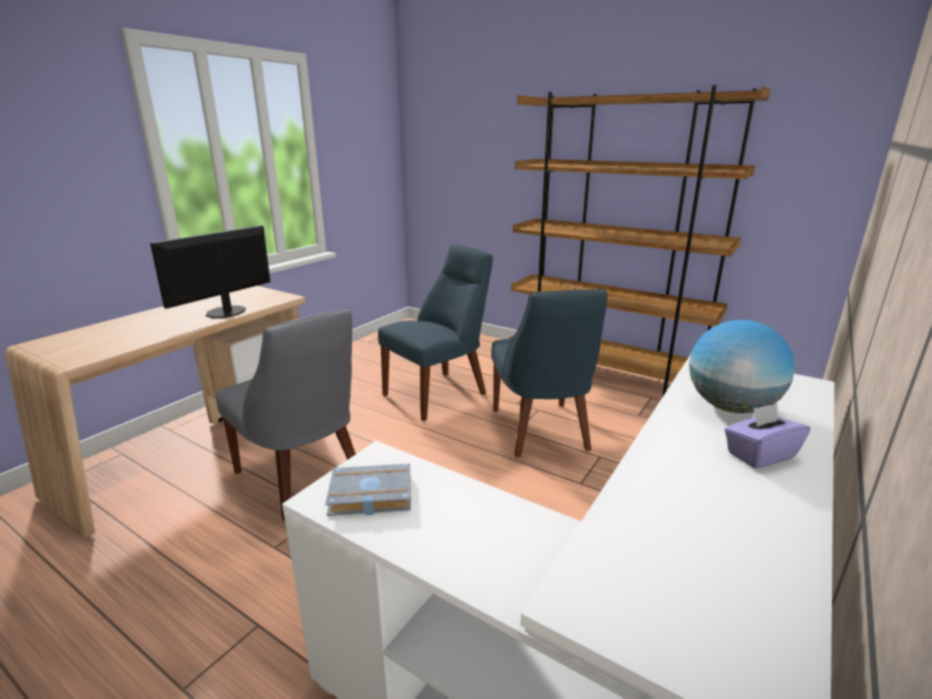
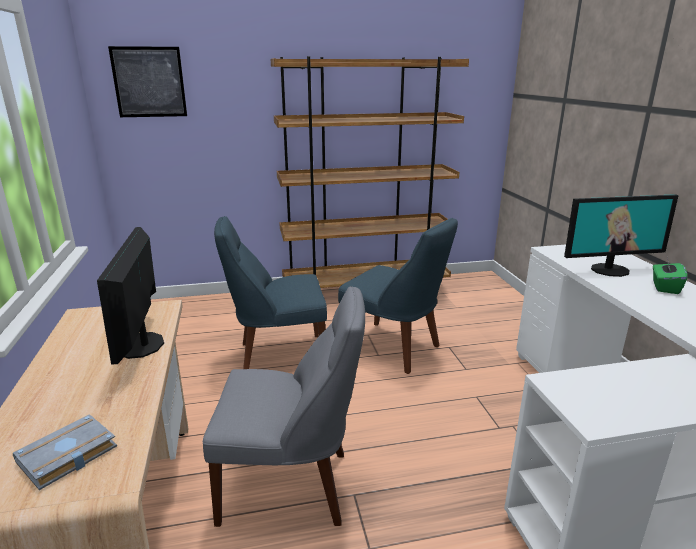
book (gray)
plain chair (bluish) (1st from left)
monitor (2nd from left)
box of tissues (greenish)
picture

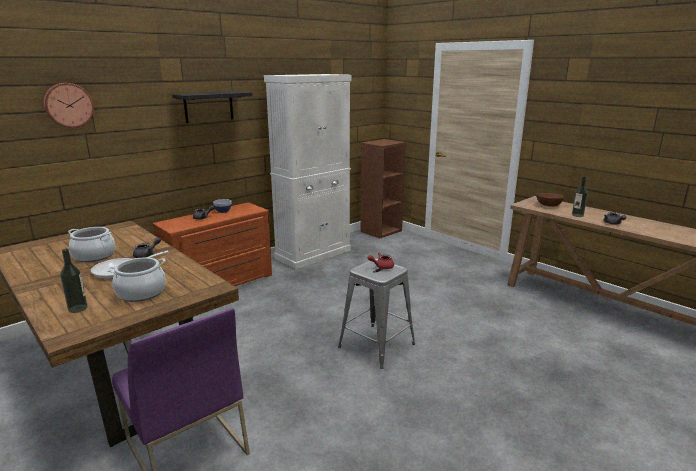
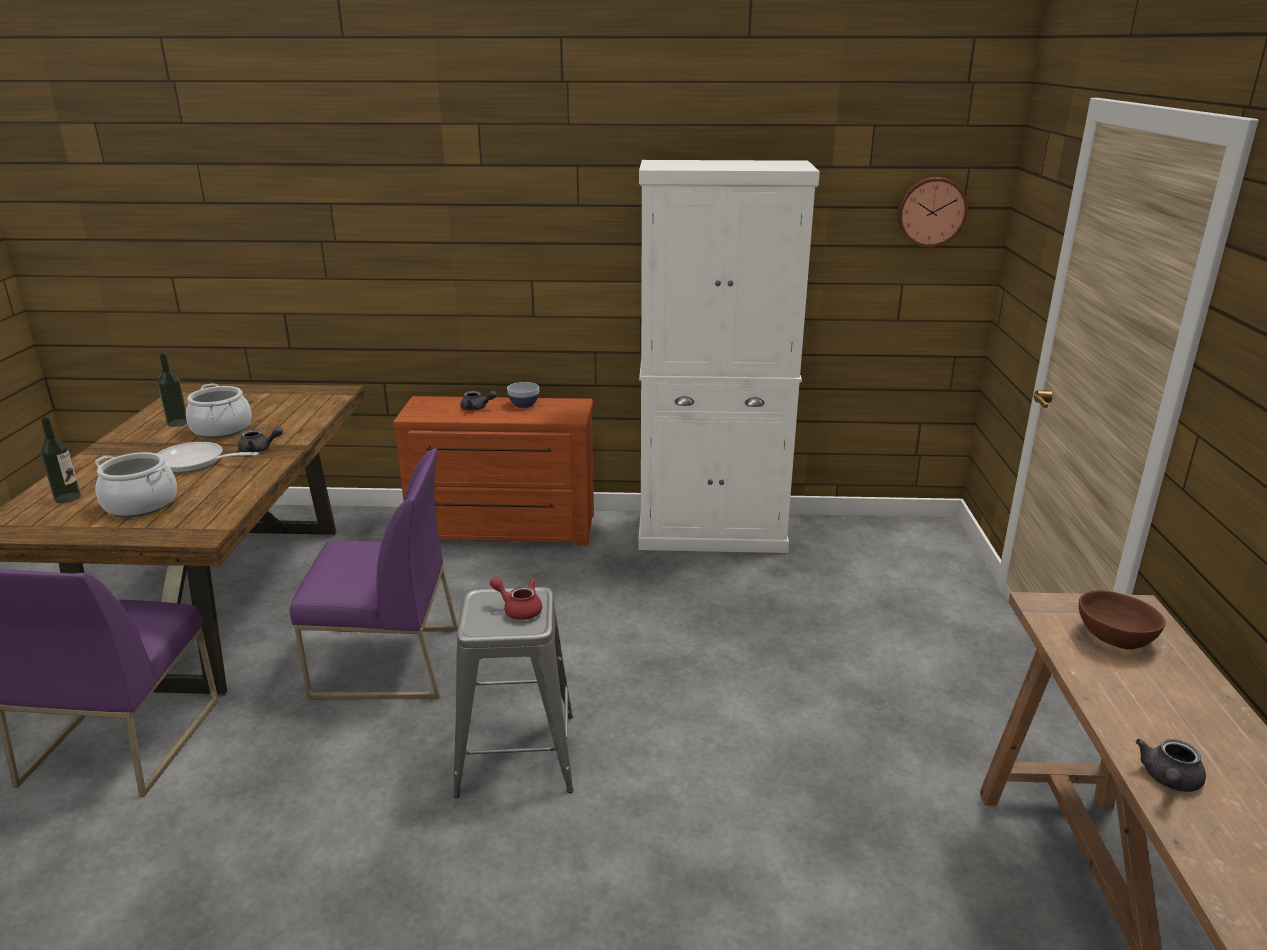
wall clock
bracket shelf (black-coloured)
shelving unit (brown)
drink bottle (2nd from left)
plain chair (purple-coloured) (2nd from left)

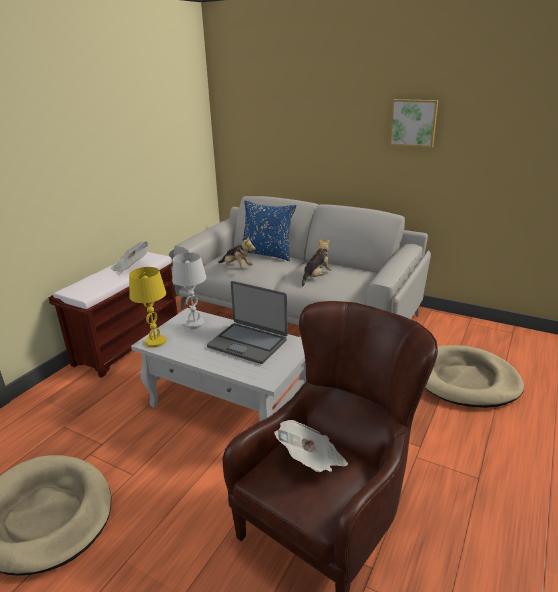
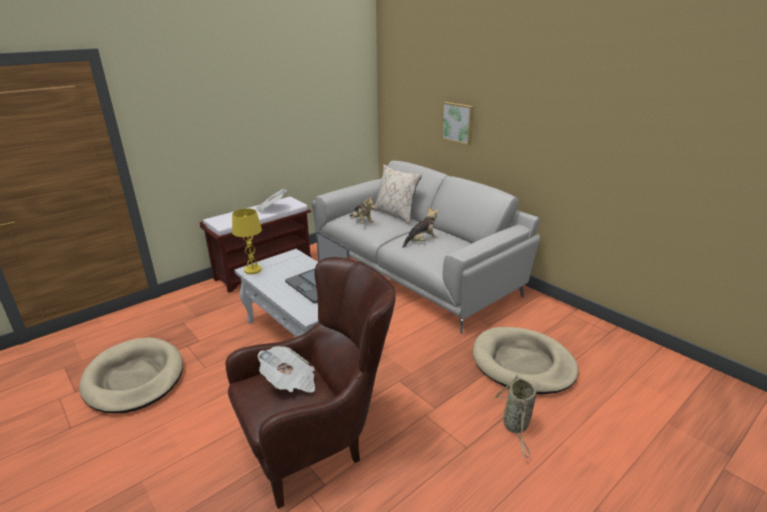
lamp for a table (white-coloured)
cushion (beige-coloured)
picture
basket

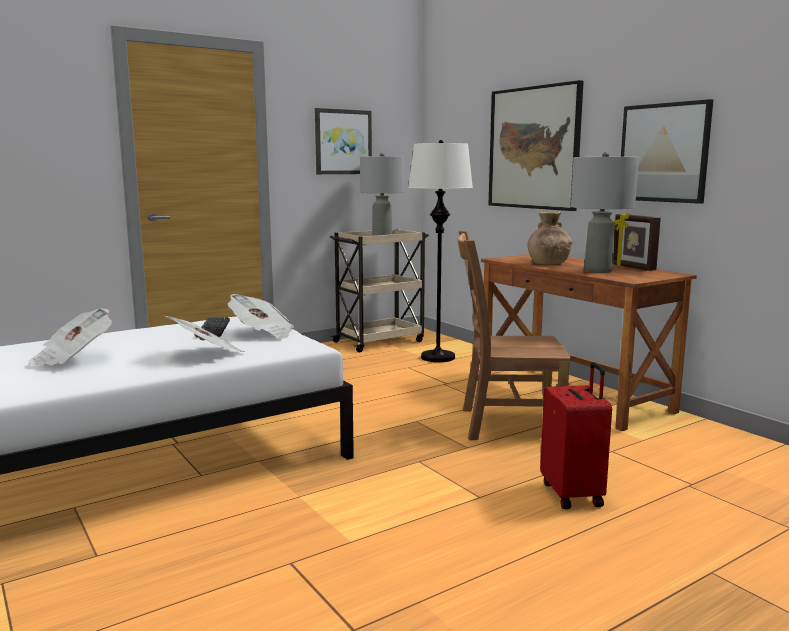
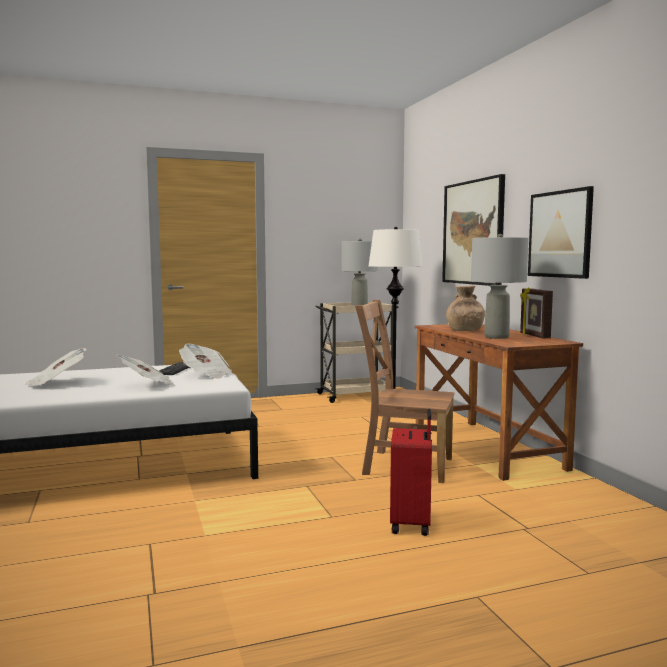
picture (1st from left in the first image)

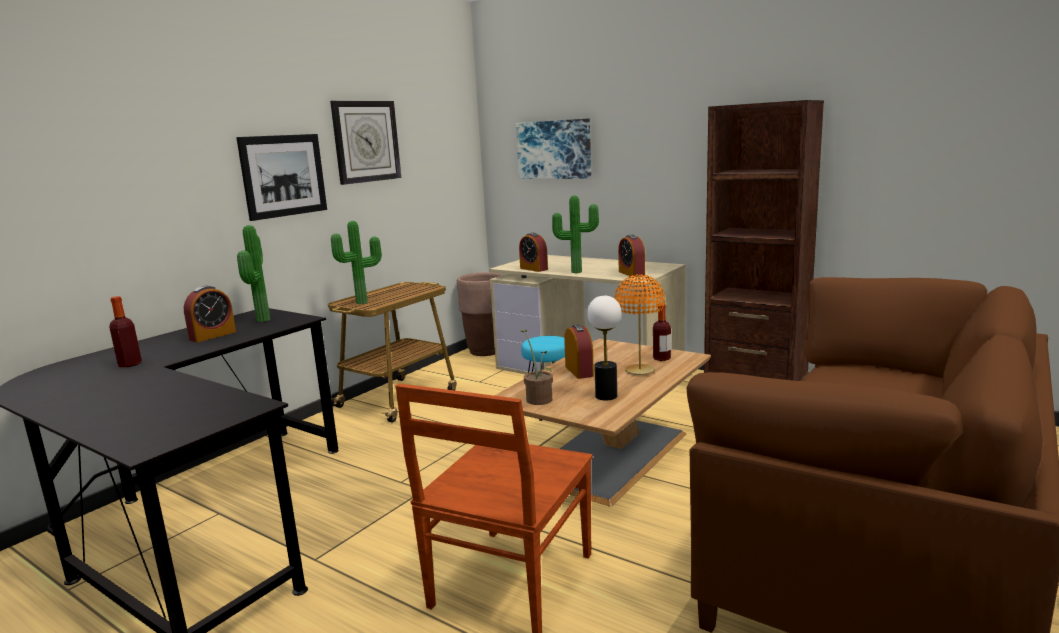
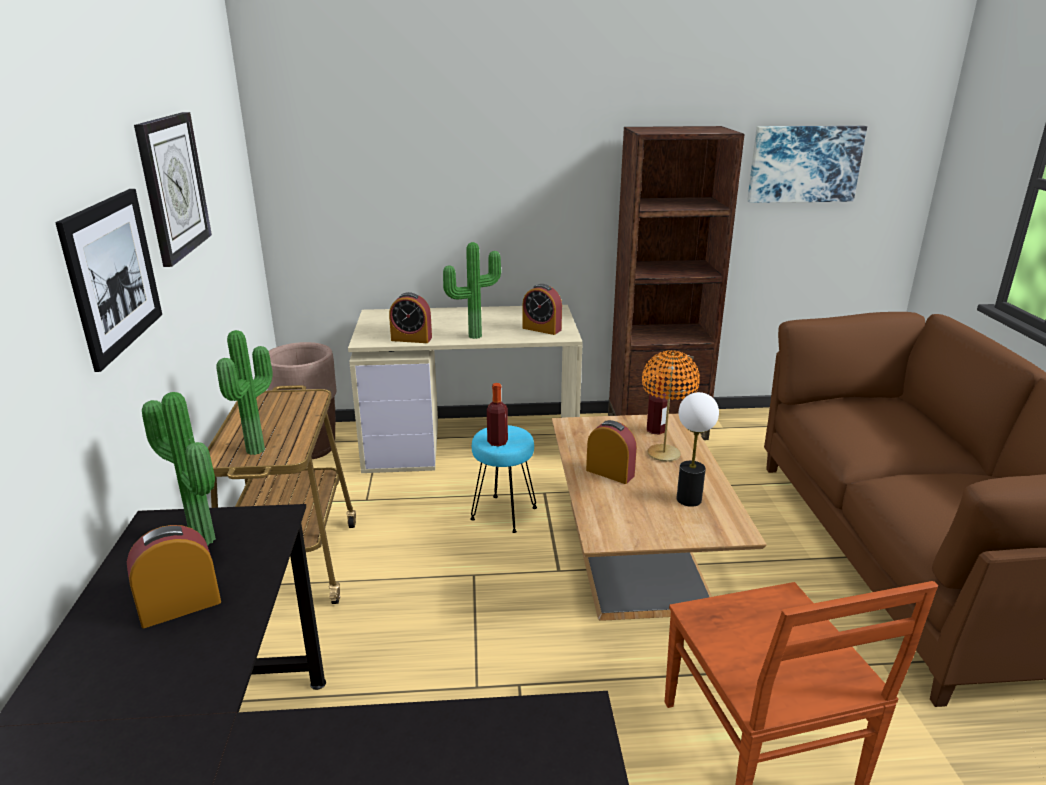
drink bottle (1st from left)
table clock (1st from left)
picture (2nd from left)
houseplant (3rd from left in the first image)

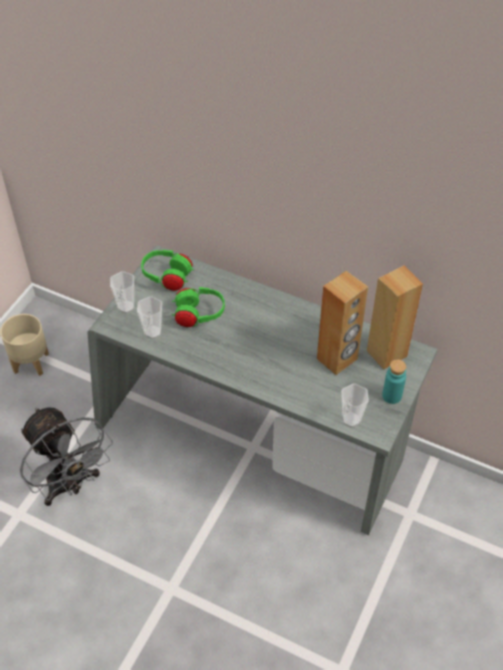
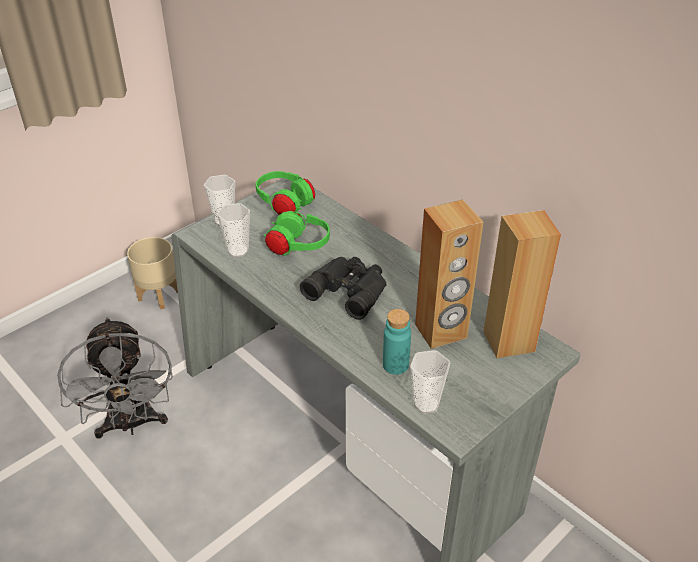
drink bottle (turquoise-coloured)
pair of binoculars (black-coloured)

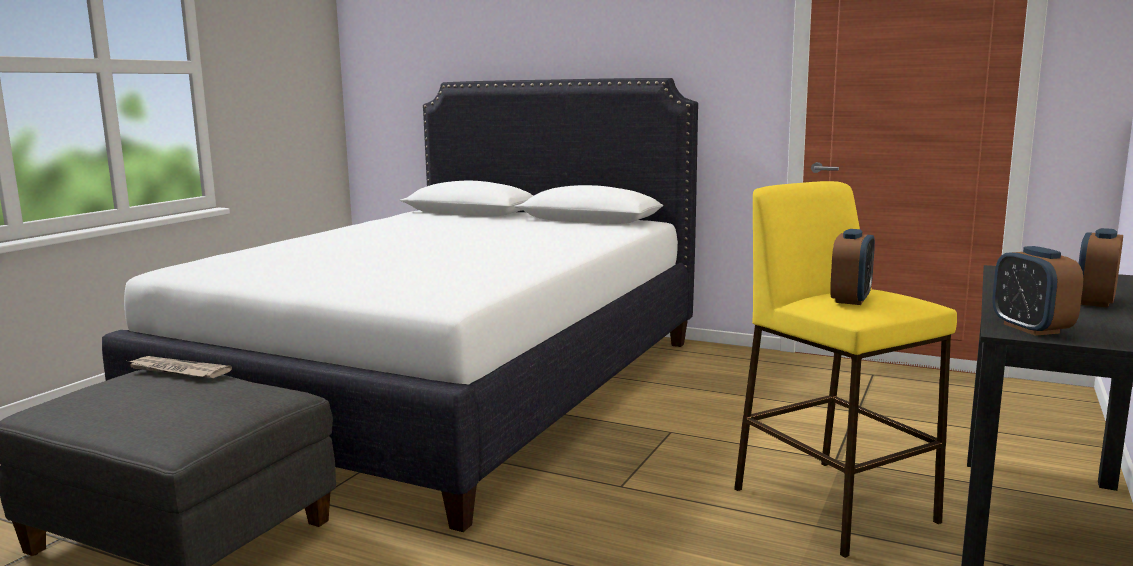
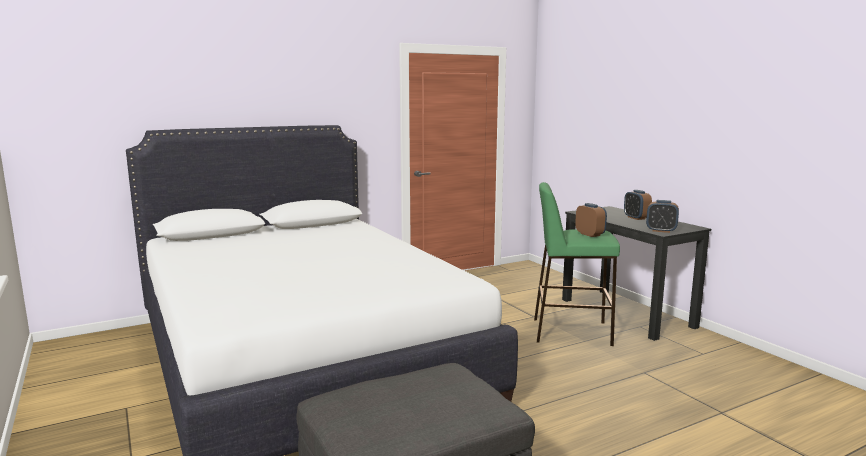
printed paper
stool seat (greenish)

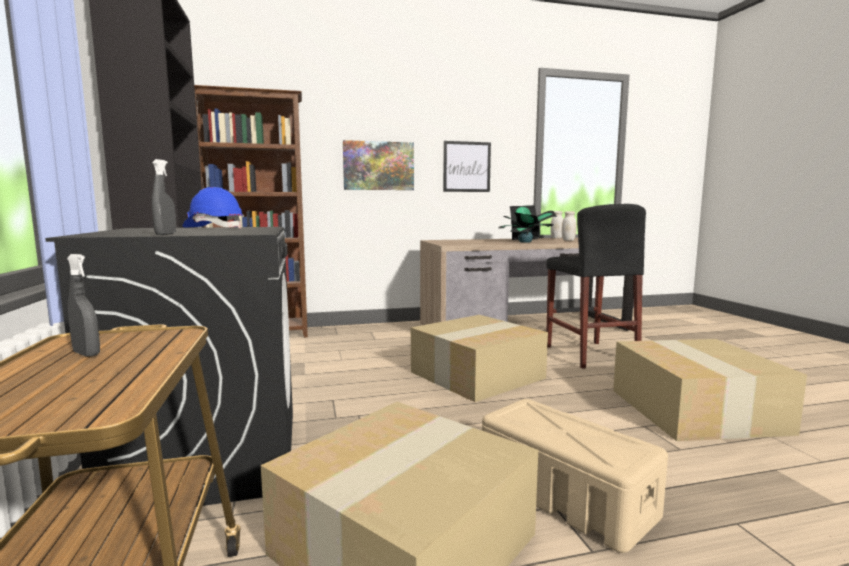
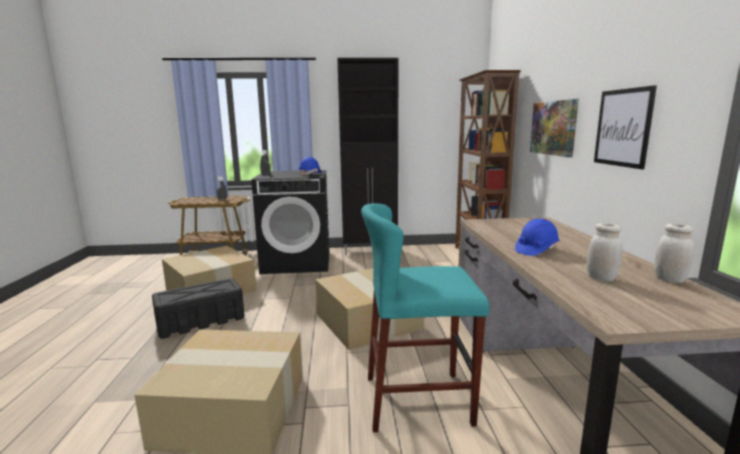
storage container (black-coloured)
work helmet (bluish) (2nd from left)
stool seat (turquoise-coloured)

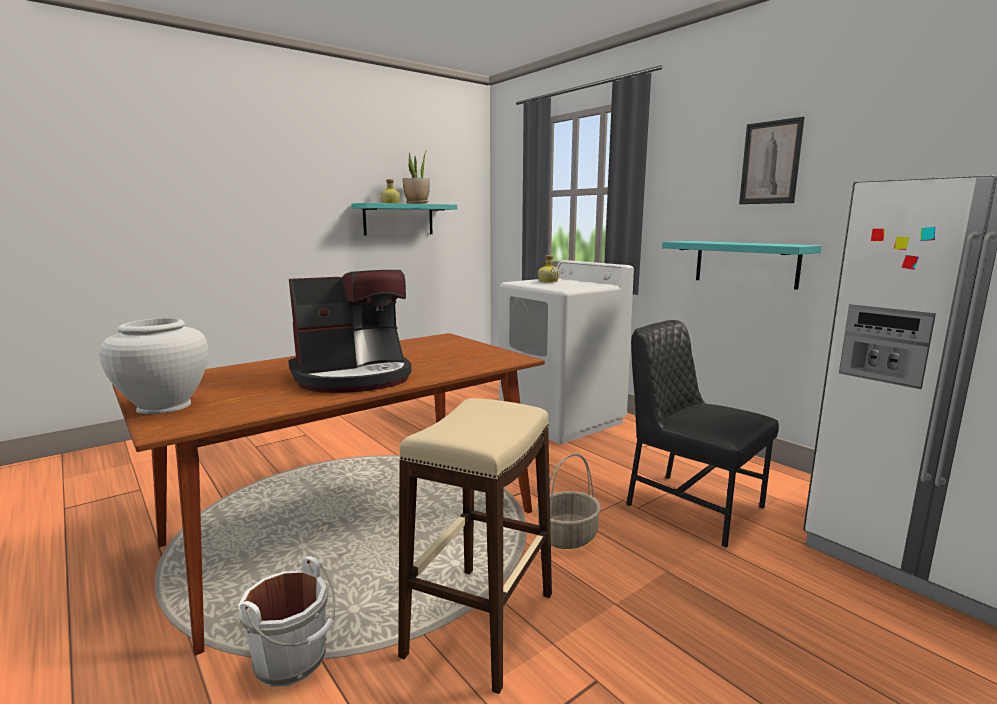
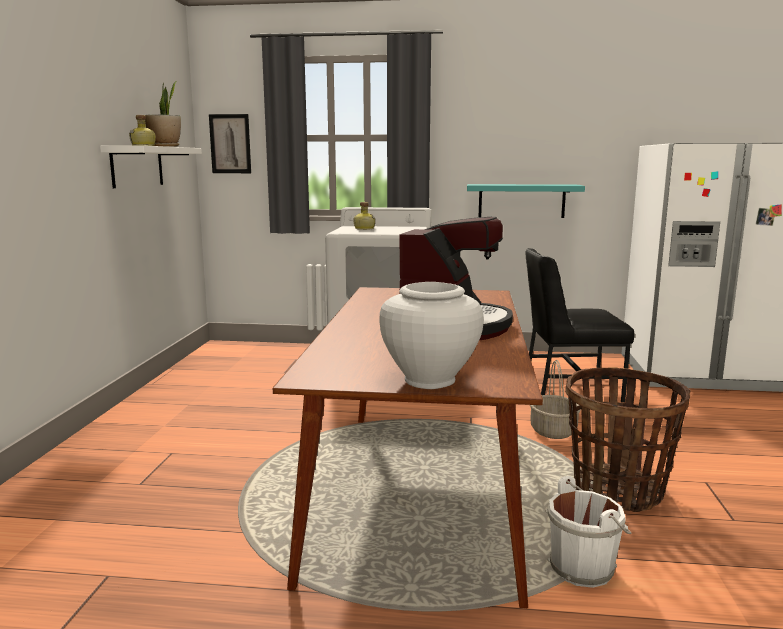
bracket shelf (white-coloured)
basket (2nd from left)
picture

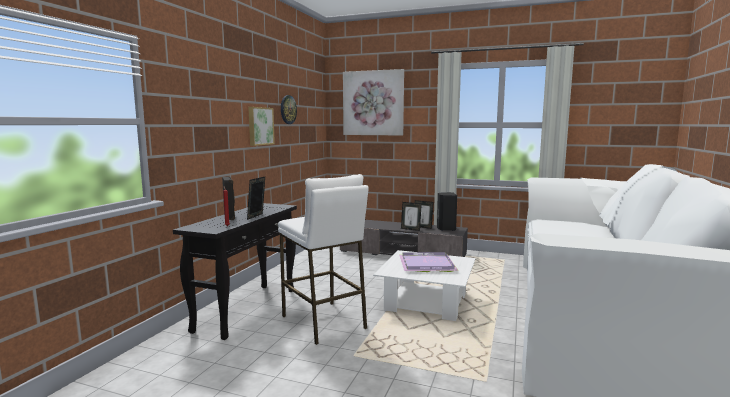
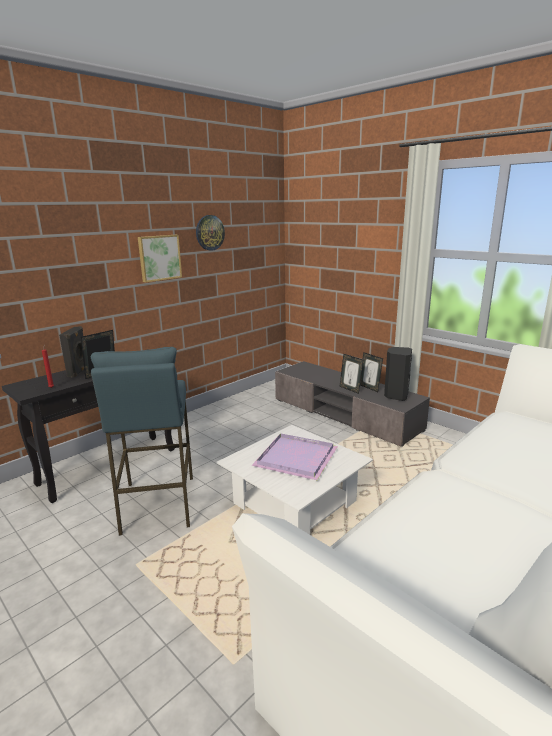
stool seat (bluish)
picture (2nd from left in the first image)

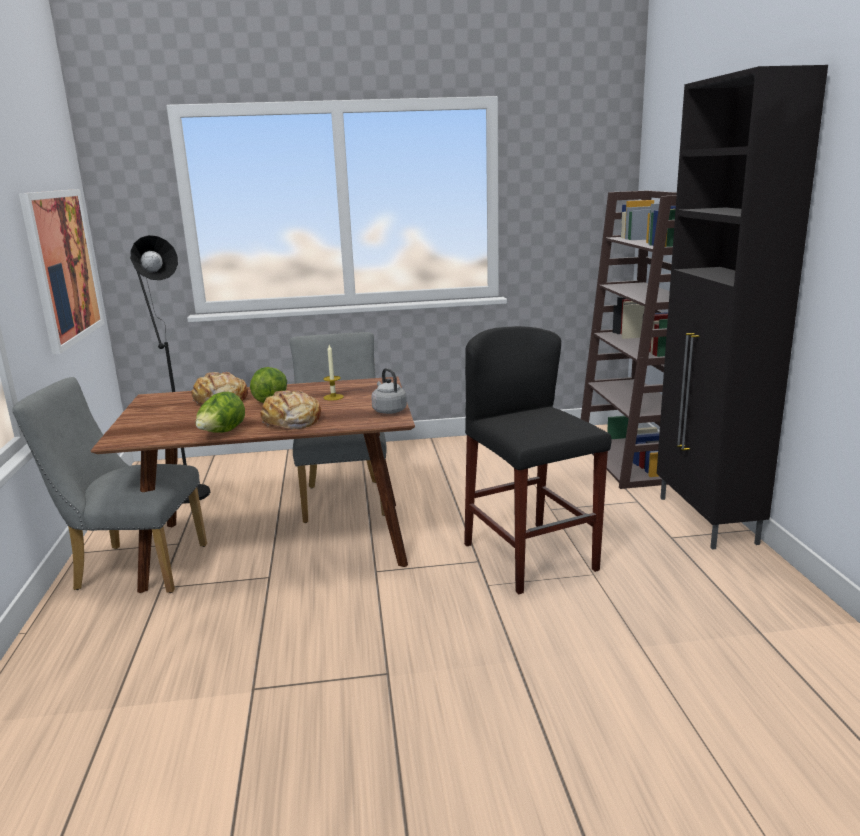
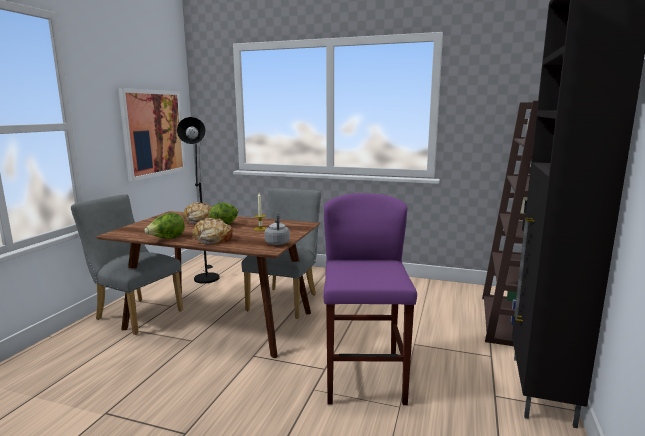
stool seat (purple-coloured)

